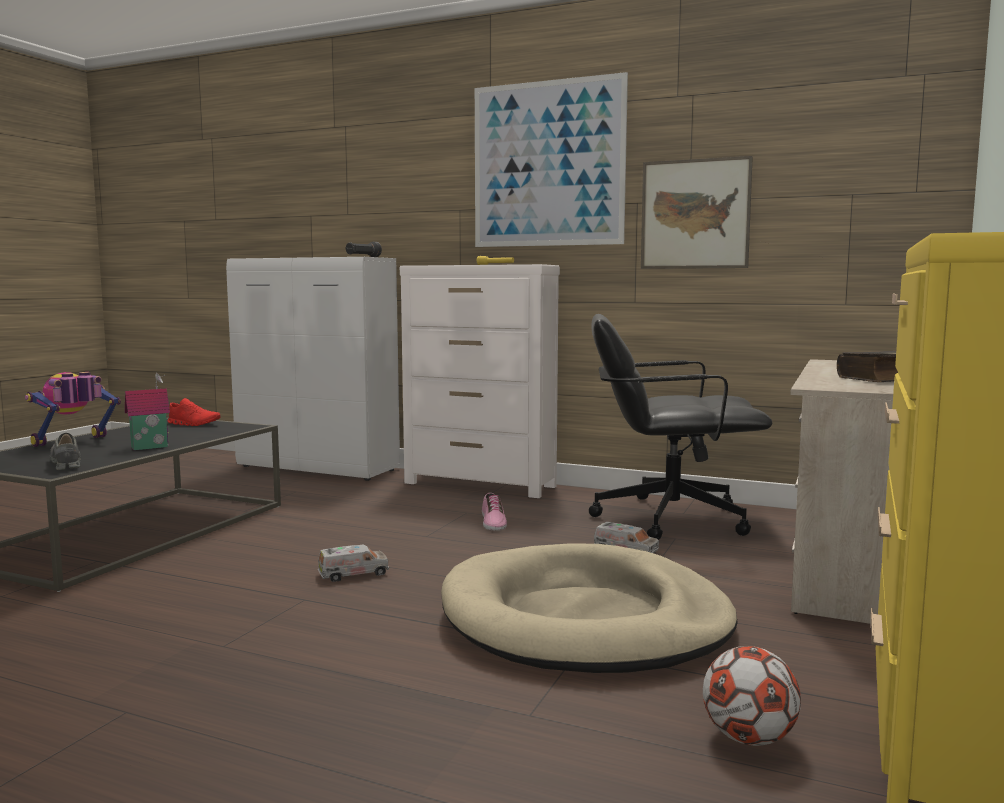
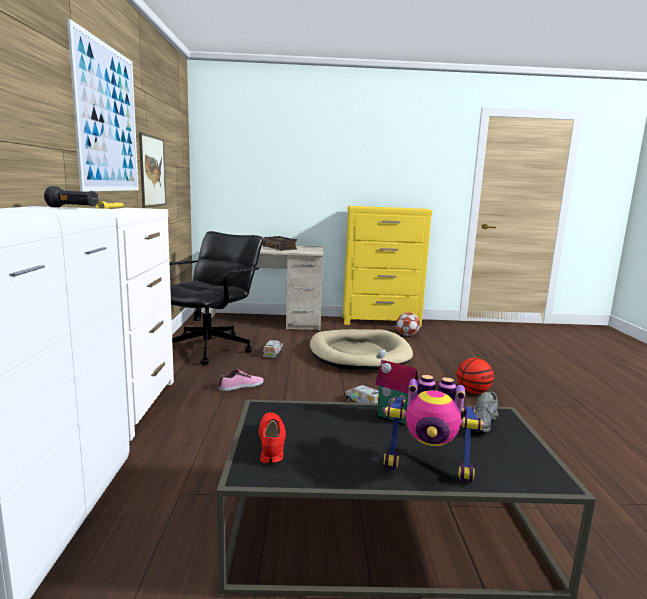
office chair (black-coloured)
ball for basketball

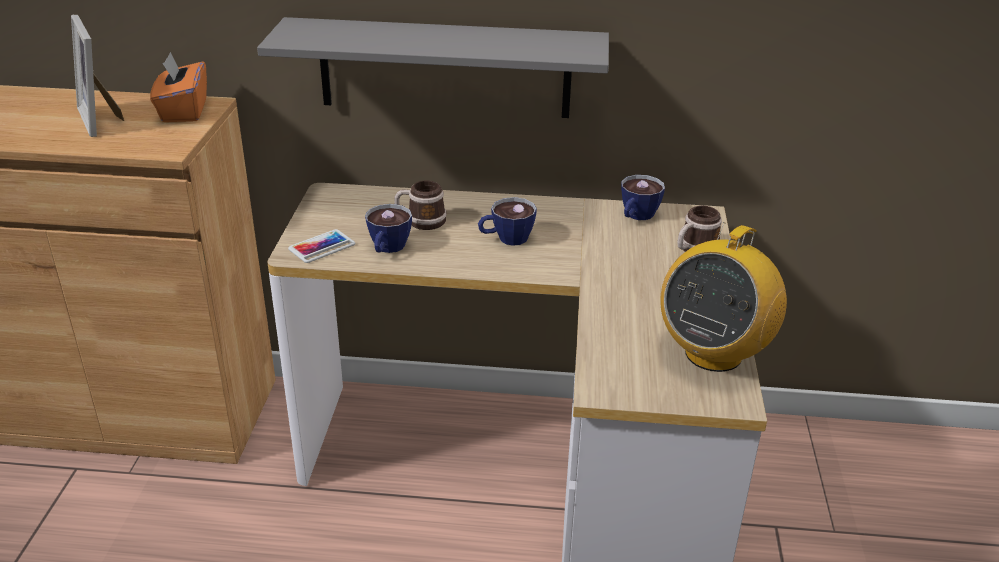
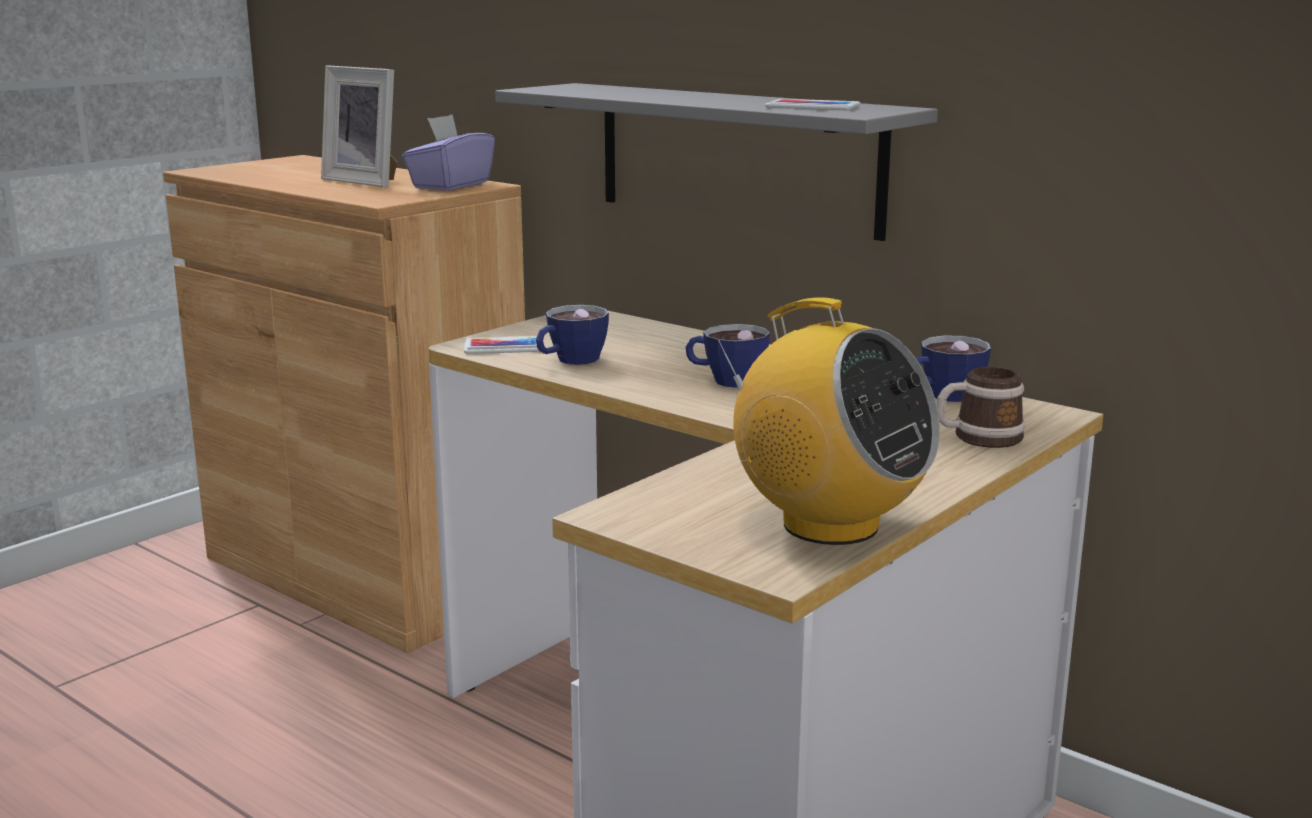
standing frame
box of tissues (purple-coloured)
coffee mug (1st from left in the first image)
radio set
handset (2nd from left)

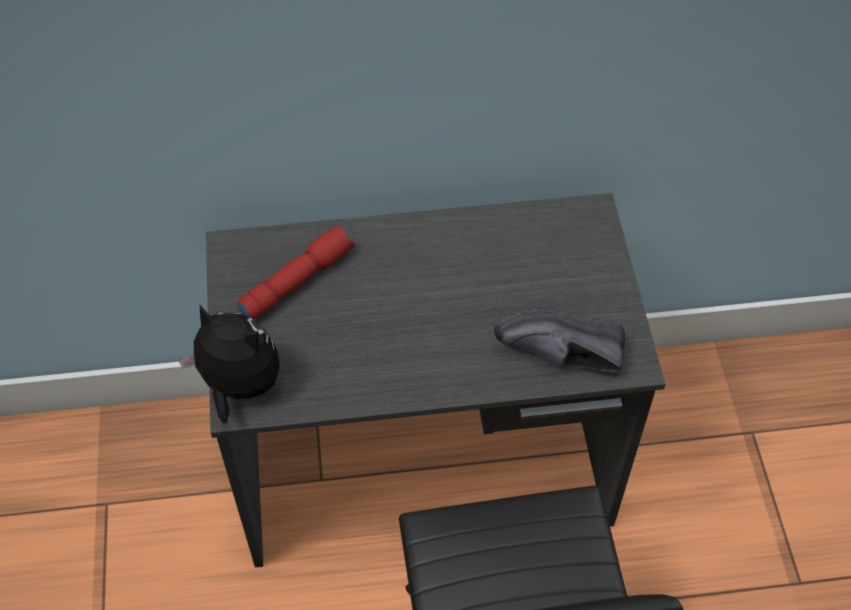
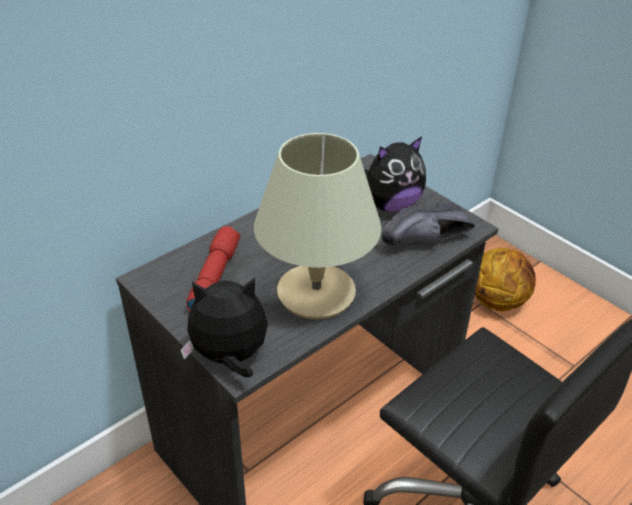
lamp for a table (beige-coloured)
plush toy (2nd from left)
ball for basketball

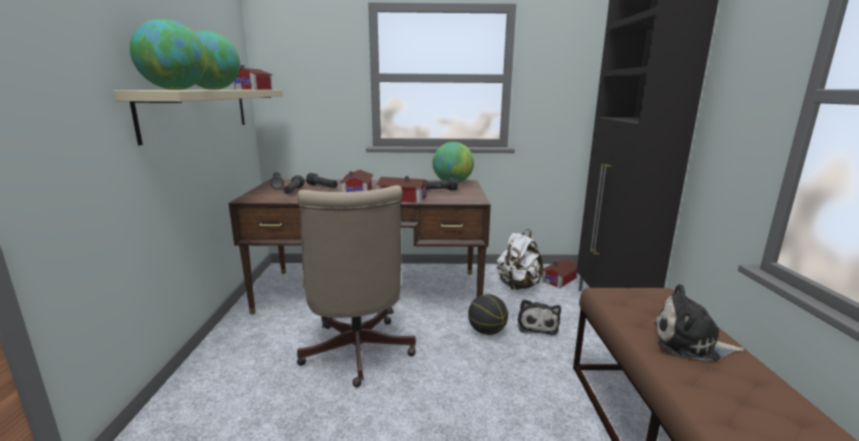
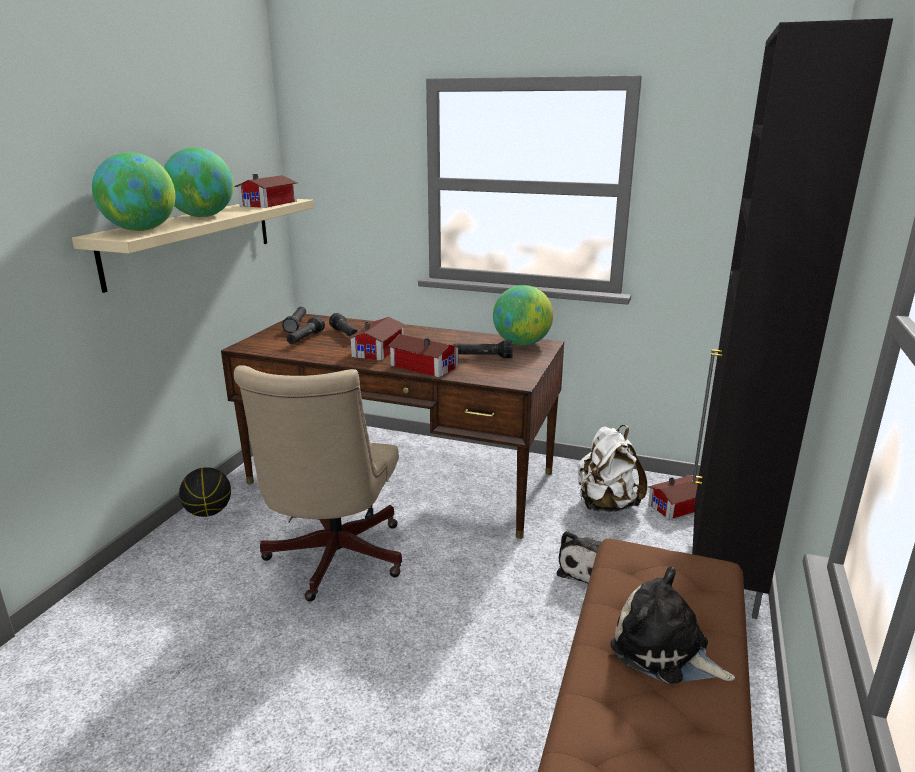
ball for basketball

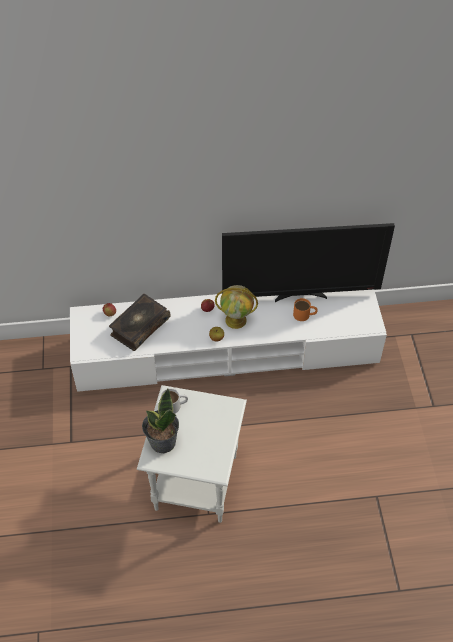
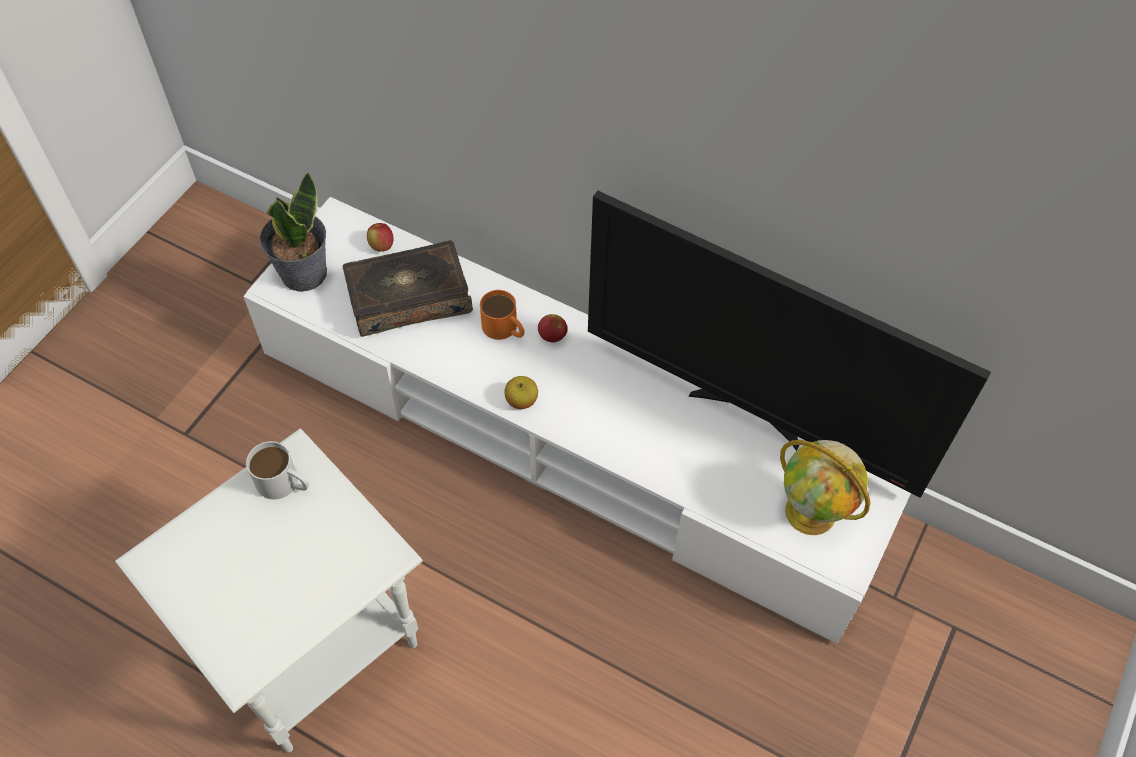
houseplant
desk globe
coffee mug (orange-coloured)

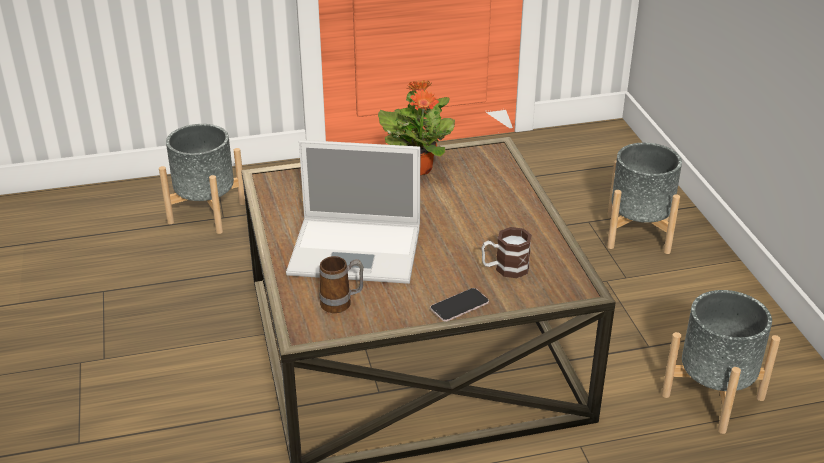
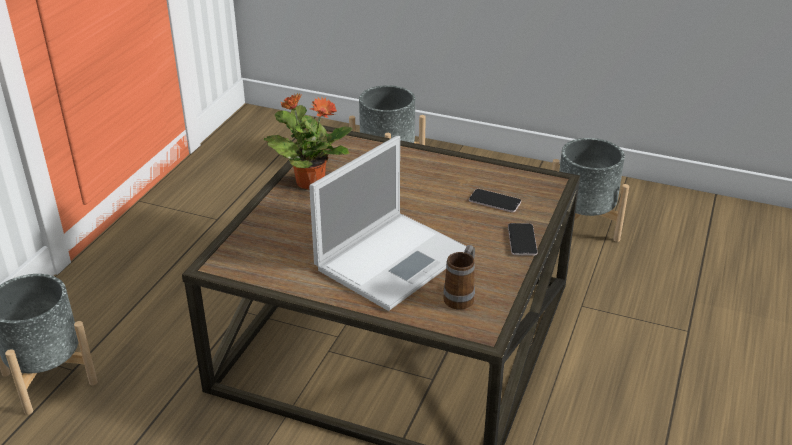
handset (1st from left)

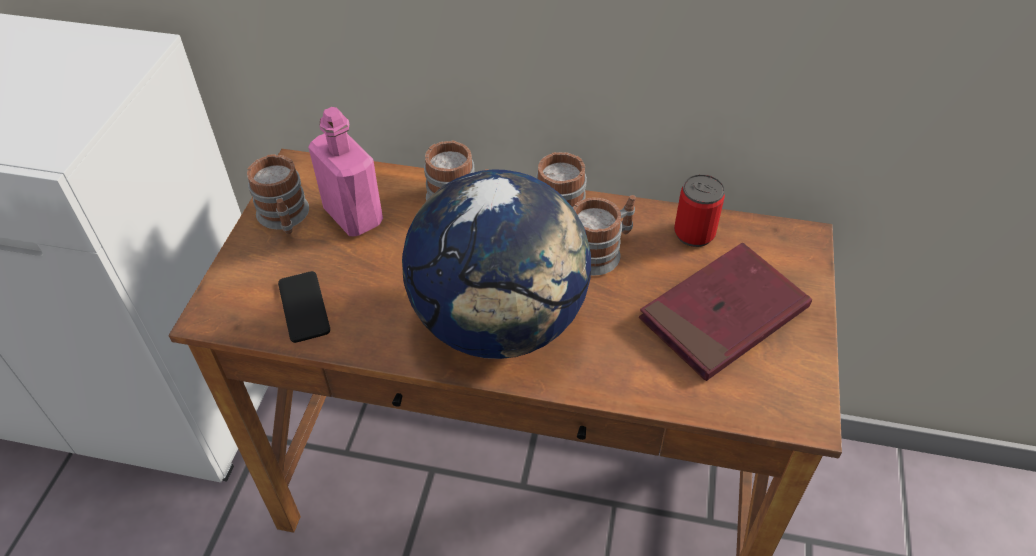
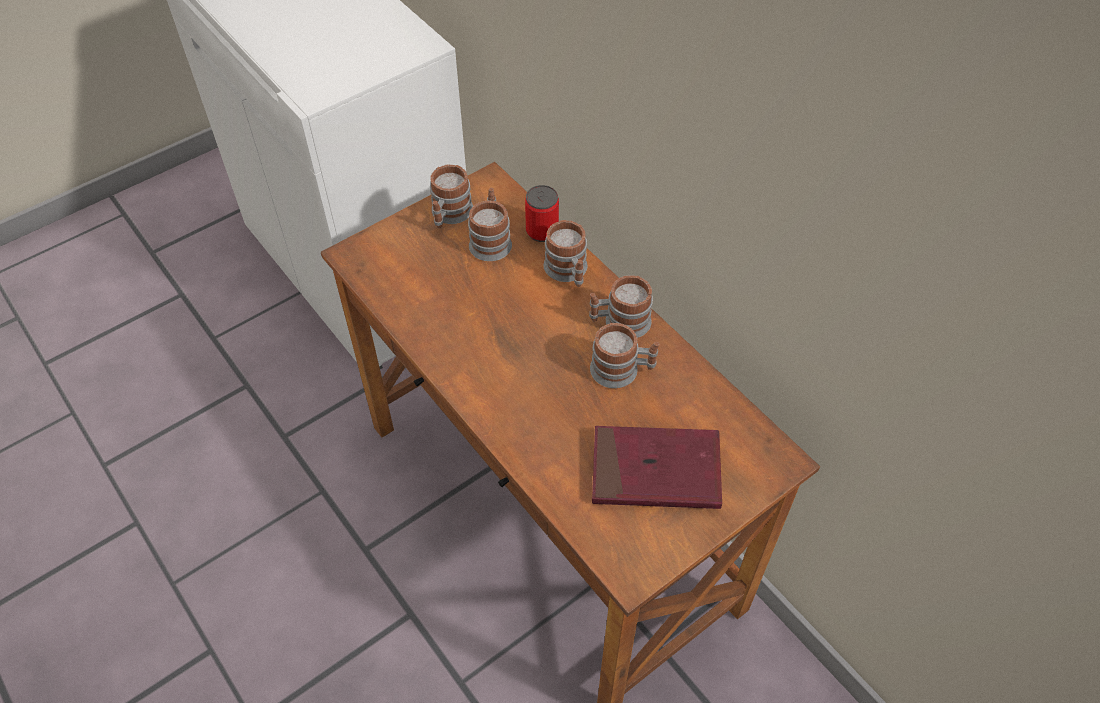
handset
coffee mug (2nd from left)
desk globe
sealed can

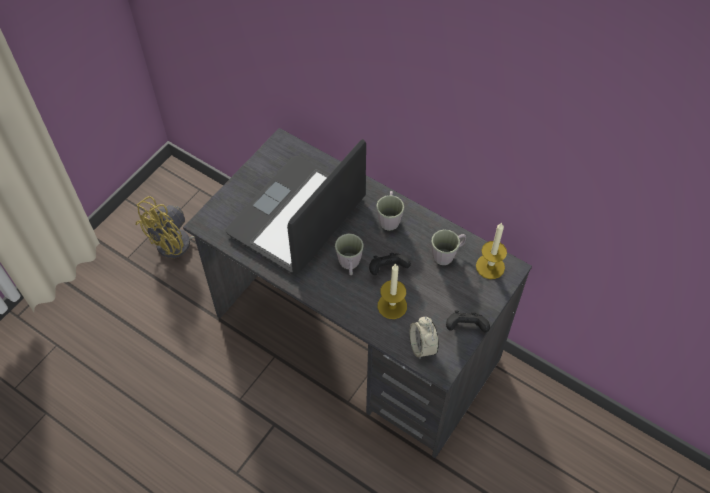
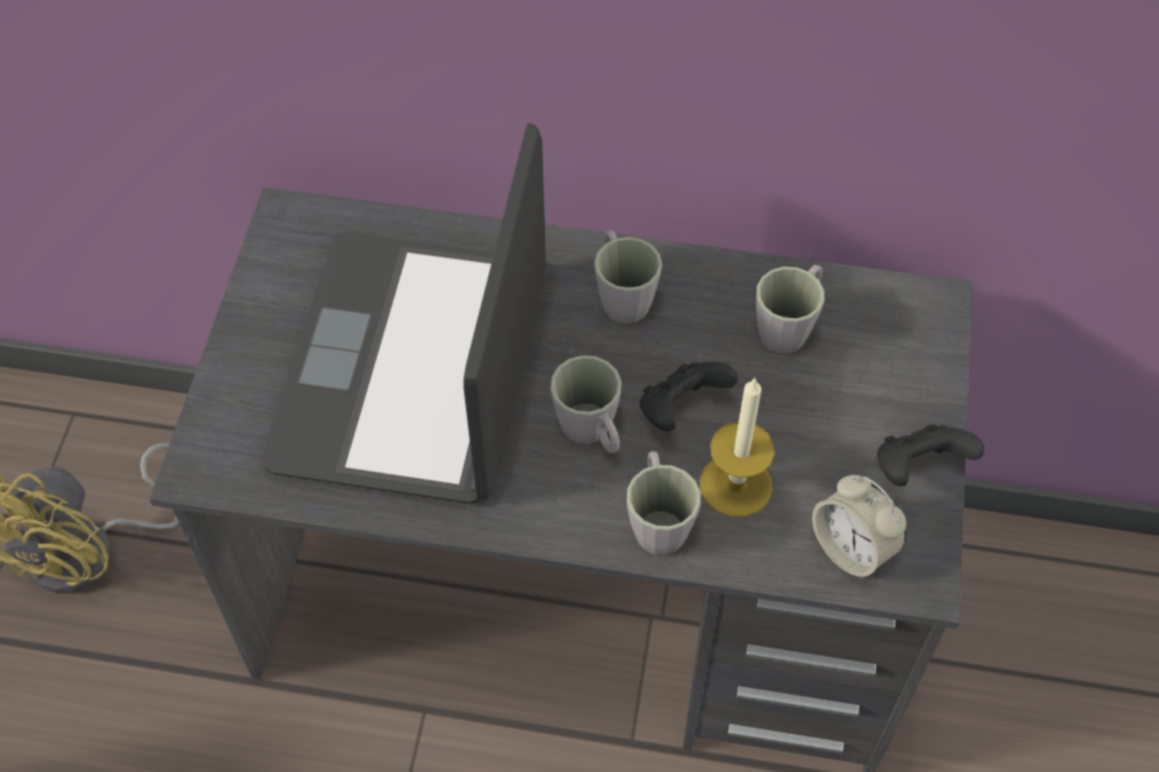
wax candle (2nd from left in the first image)
coffee mug (gray) (3rd from left)

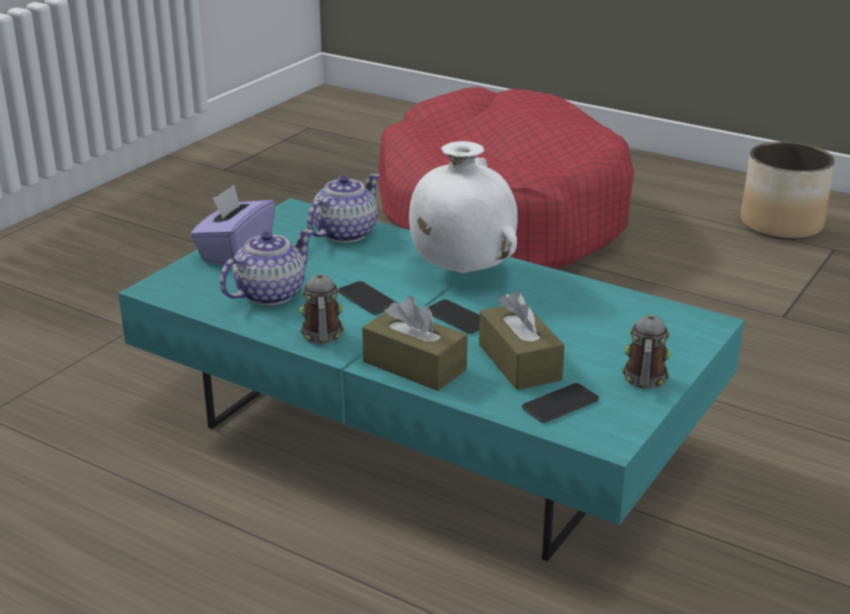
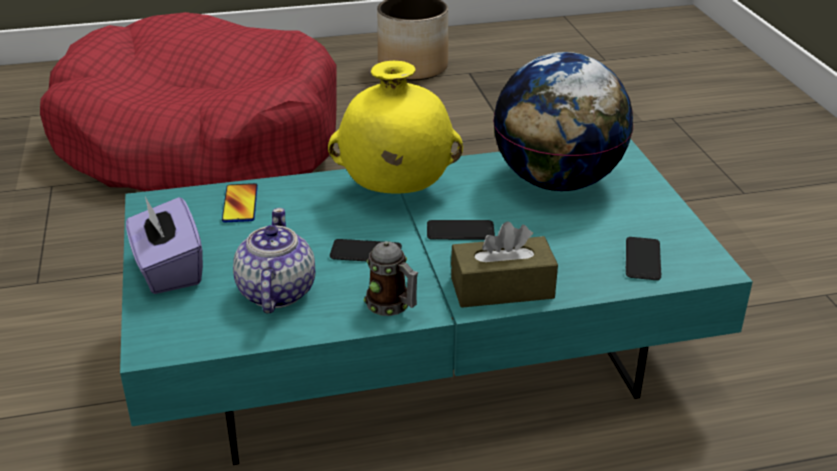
handset (1st from left)
decorative vase (yellowish)
box of tissues (brown) (2nd from left in the first image)
coffee mug (2nd from left in the first image)
desk globe

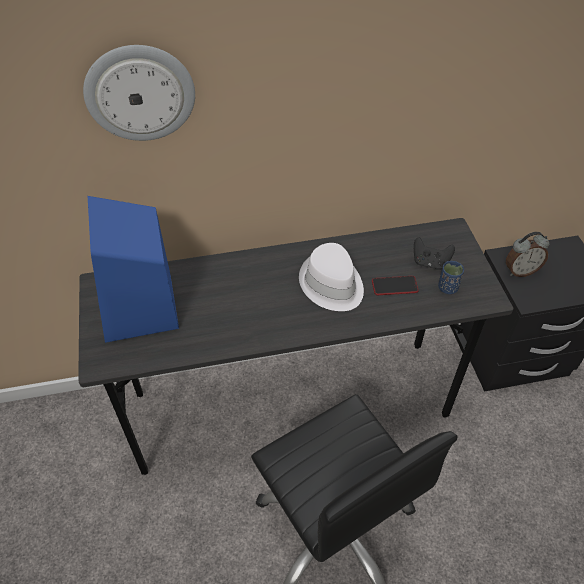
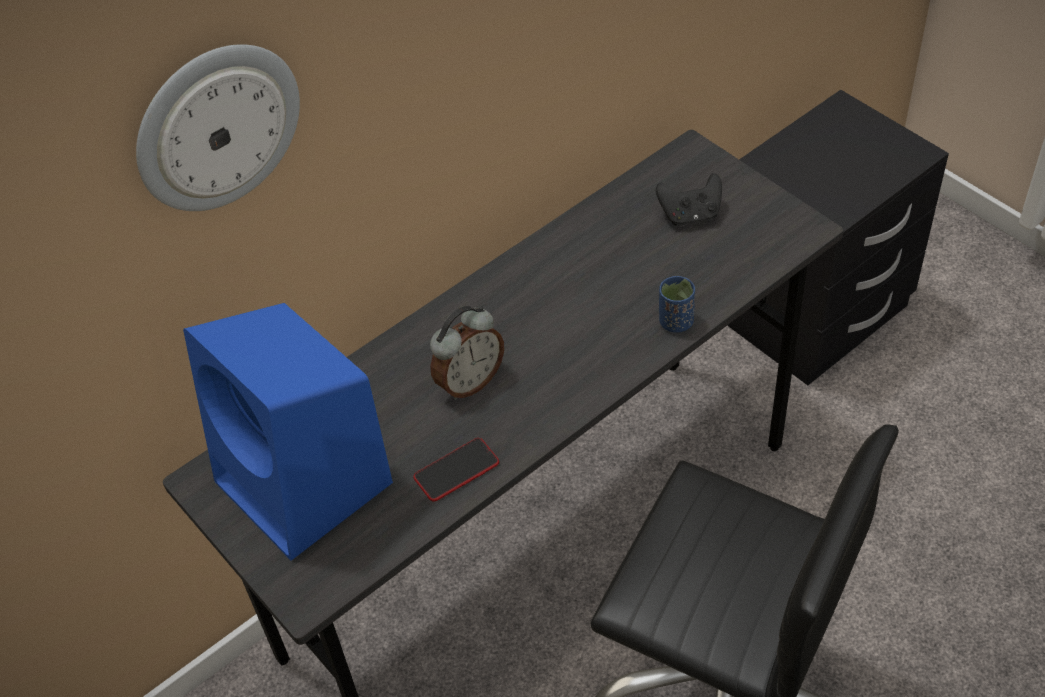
clothing hat (white-coloured)
handset
small cup (bluish)
table clock

